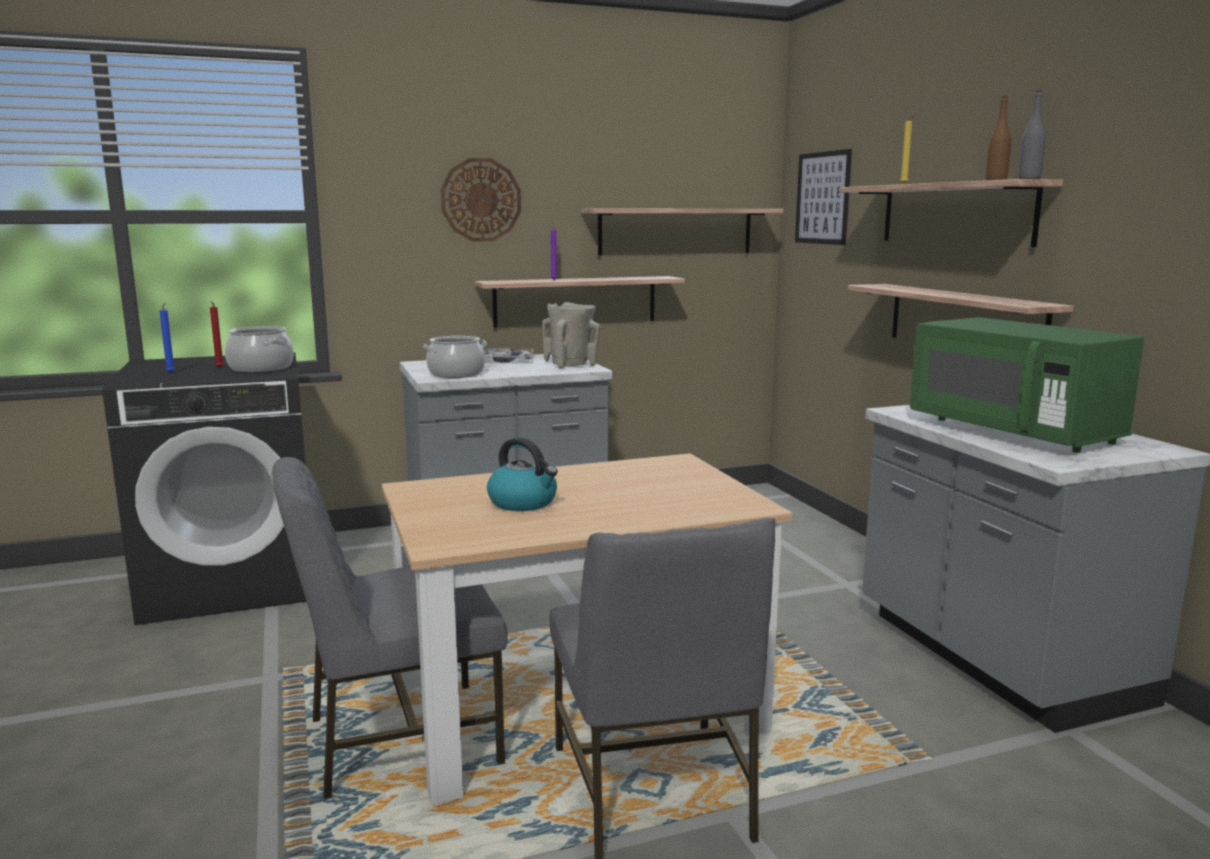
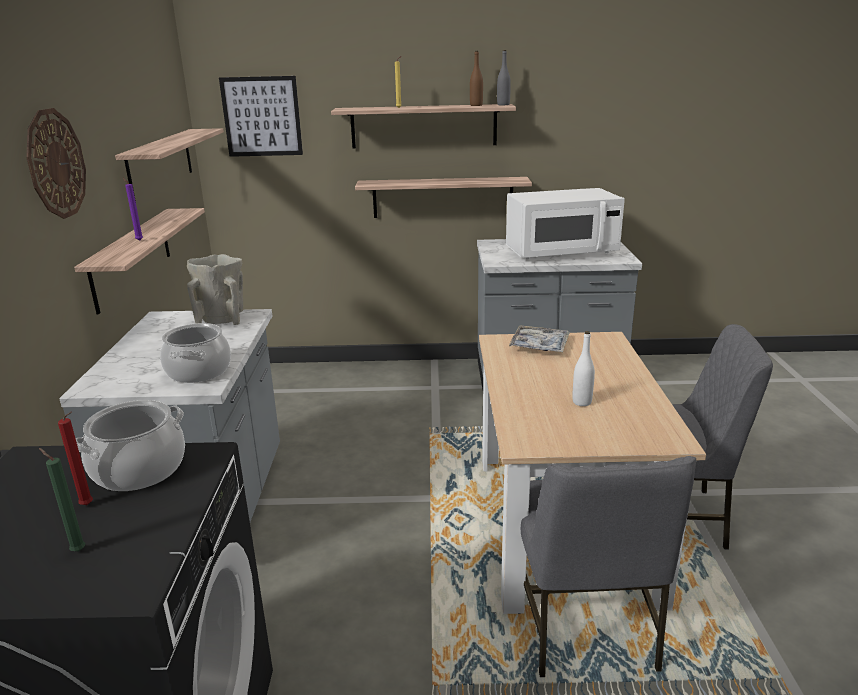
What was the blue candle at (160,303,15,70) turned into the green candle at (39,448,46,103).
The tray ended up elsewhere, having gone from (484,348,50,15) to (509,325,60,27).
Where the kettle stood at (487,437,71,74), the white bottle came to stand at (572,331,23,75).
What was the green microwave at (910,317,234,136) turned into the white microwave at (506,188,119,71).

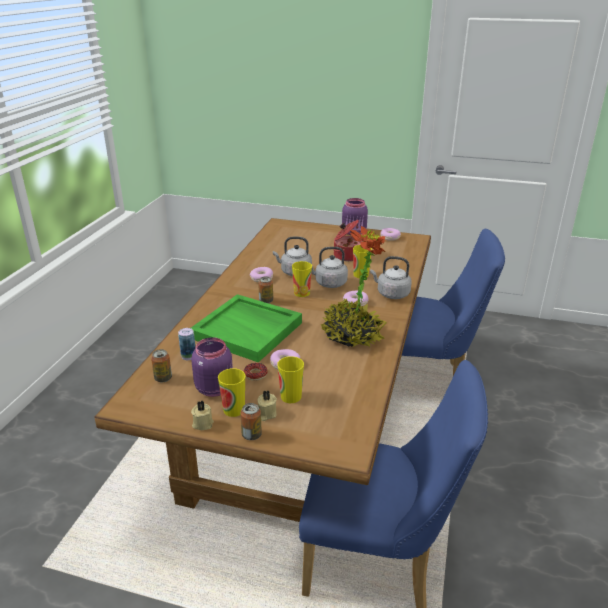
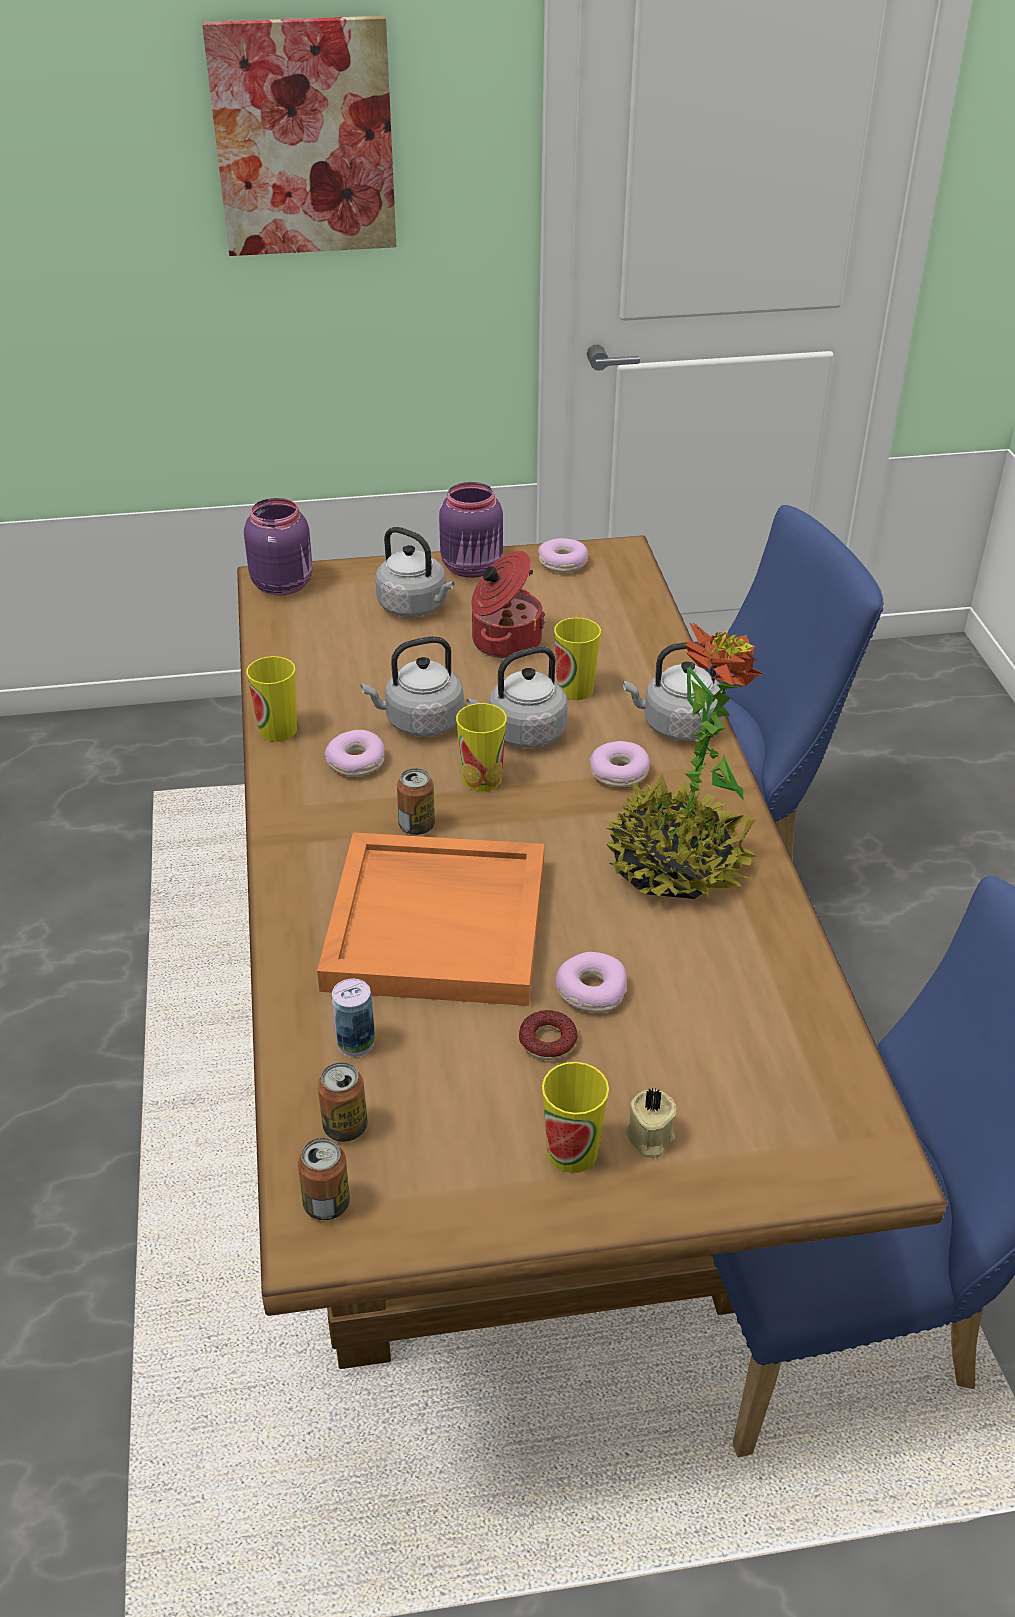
What was the green tray at (191,294,111,68) turned into the orange tray at (317,832,227,174).
The purple jar ended up elsewhere, having gone from (191,337,42,60) to (244,498,69,97).
The second view lost the beige candle at (191,400,23,30).
The can ended up elsewhere, having gone from (240,403,22,37) to (298,1138,52,82).
The cup ended up elsewhere, having gone from (277,356,27,47) to (246,656,51,86).
The second view gained the picture at (202,16,194,240).
The second view gained the grey kettle at (375,527,80,90).

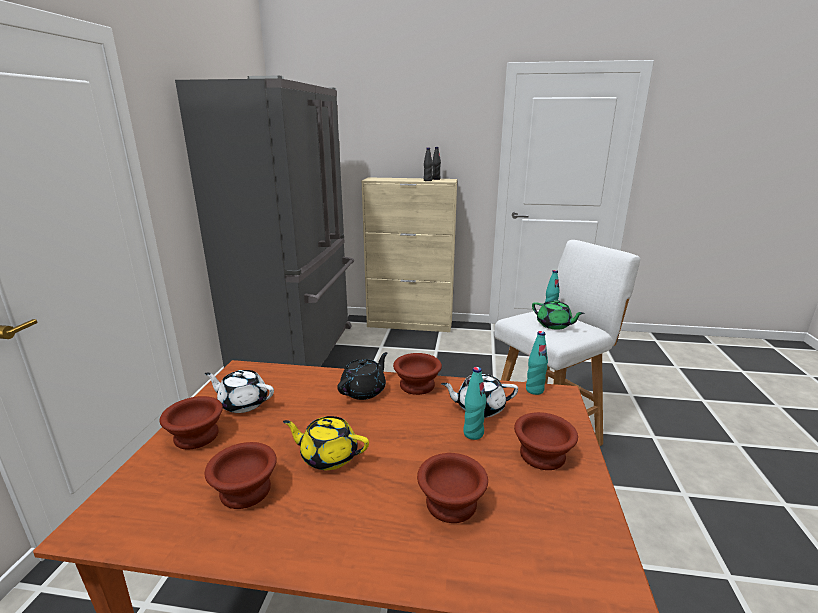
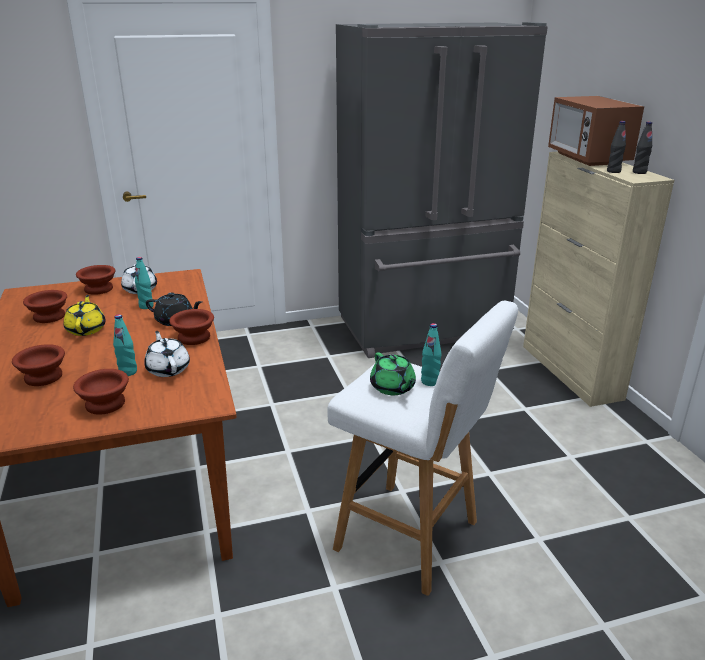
The turquoise bottle ended up elsewhere, having gone from (526,331,22,64) to (135,257,19,52).
The green teapot at (532,300,53,30) ended up facing another way, 45 degrees counterclockwise from before.
The second view gained the microwave at (548,96,96,70).

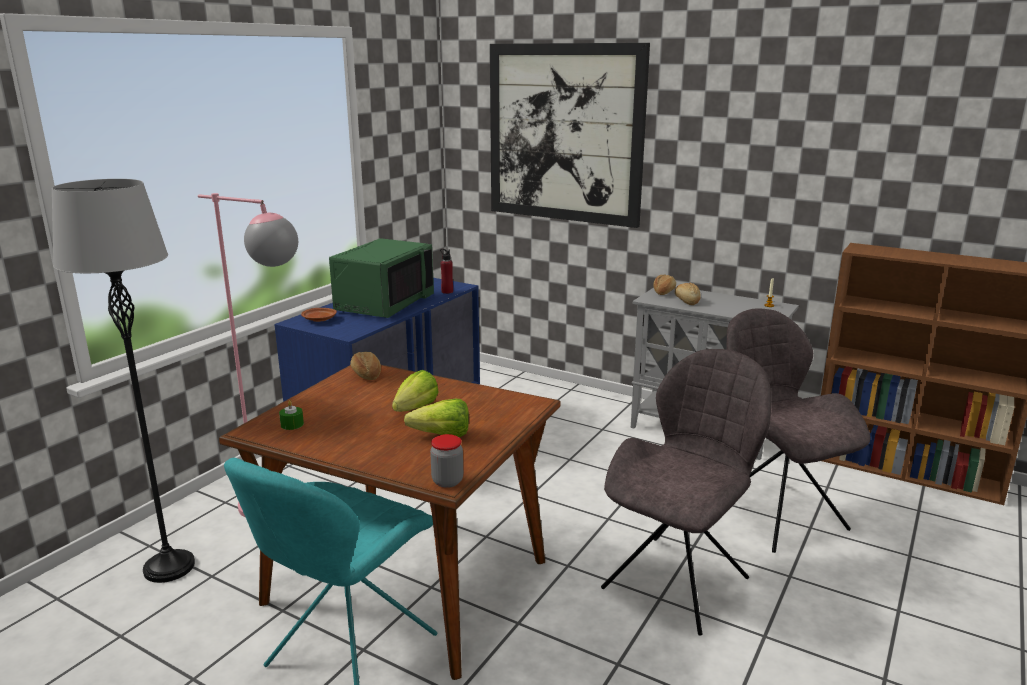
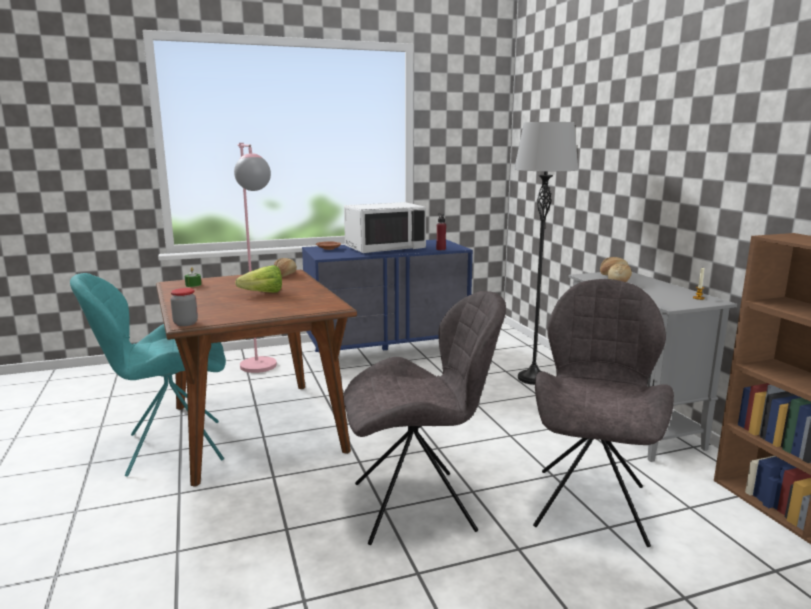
The grey floor lamp ended up elsewhere, having gone from (52,179,143,404) to (514,122,64,263).
What was the green microwave at (329,238,105,80) turned into the white microwave at (344,202,82,51).
The second view lost the lettuce at (404,399,65,38).
The second view lost the picture at (490,43,160,185).

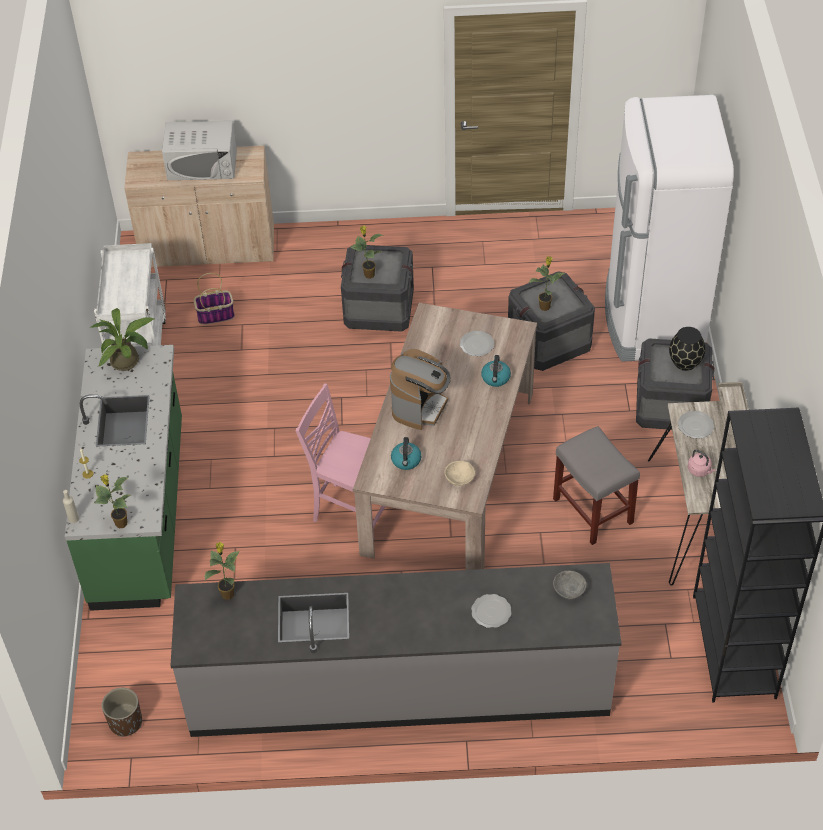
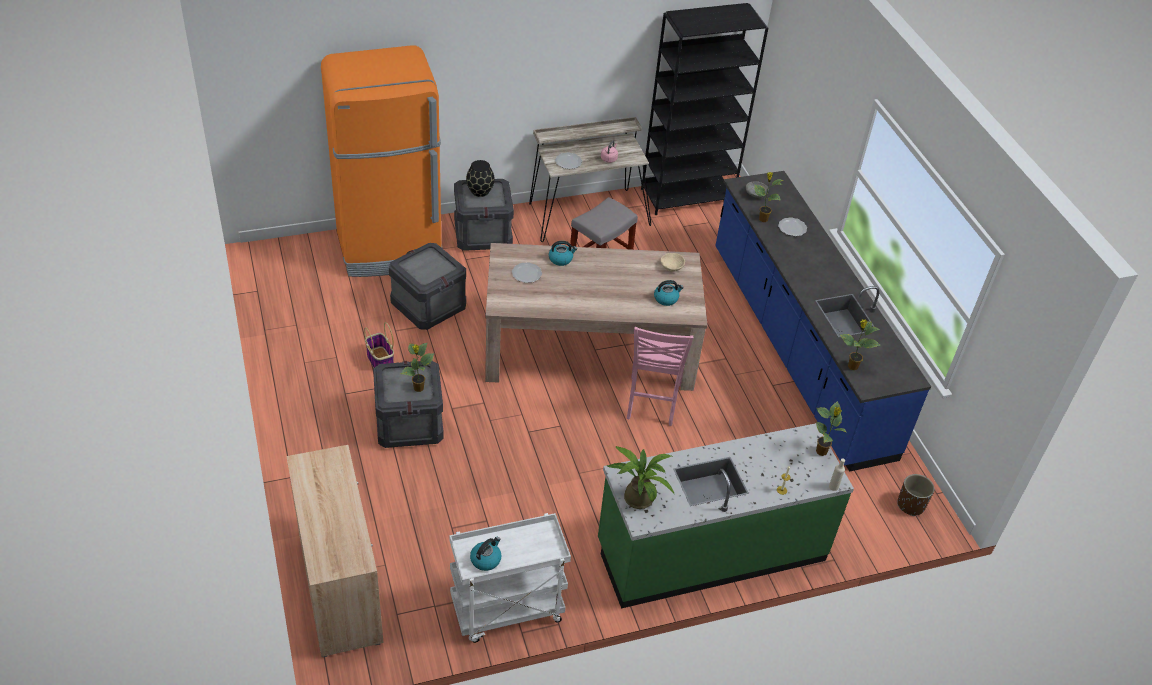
The second view lost the white microwave at (162,120,75,60).
What was the grey counter at (170,563,452,174) turned into the blue counter at (715,171,216,301).
The basket ended up elsewhere, having gone from (194,273,41,52) to (364,322,30,46).
The second view lost the coffee machine at (390,349,61,81).
The potted plant ended up elsewhere, having gone from (529,256,37,55) to (754,172,29,50).
What was the white fridge at (605,95,129,267) turned into the orange fridge at (321,45,122,232).
The second view gained the kettle at (470,537,32,34).

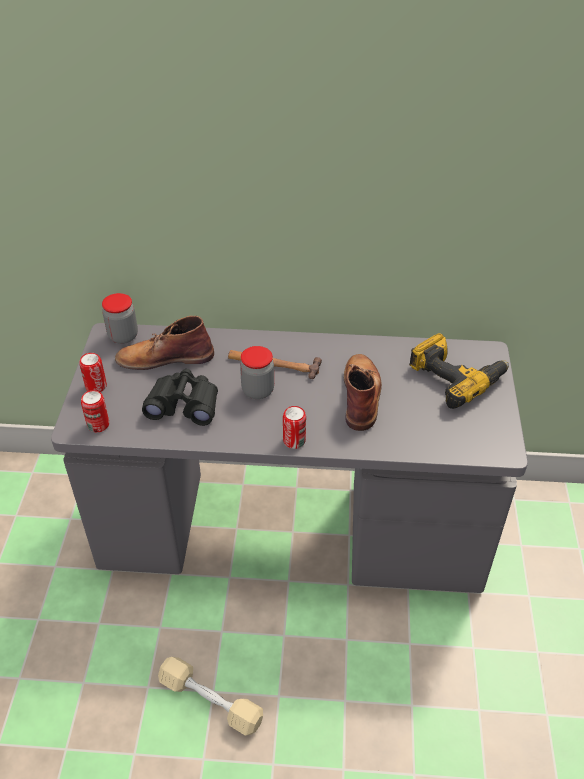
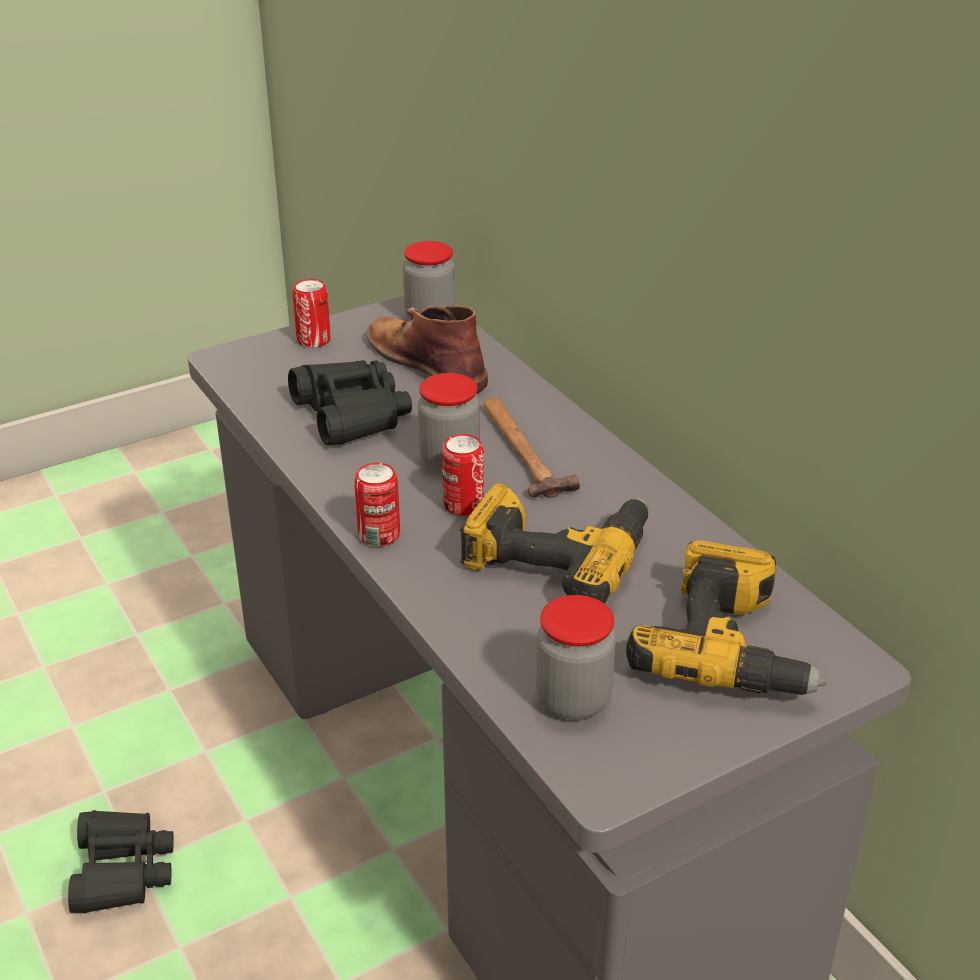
The can ended up elsewhere, having gone from (81,390,28,42) to (442,434,42,82).
Where the beige dumbbell stood at (158,657,105,78), the black binoculars came to stand at (68,810,106,103).
Where the brown boot stood at (344,354,38,77), the power drill came to stand at (460,483,188,120).
The second view gained the jar at (536,595,80,125).

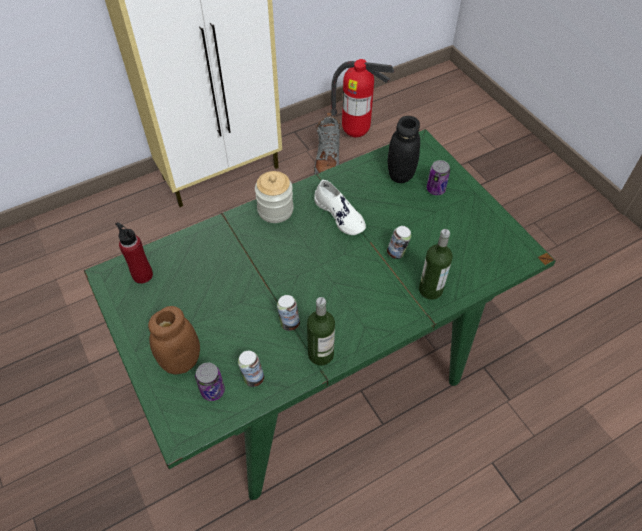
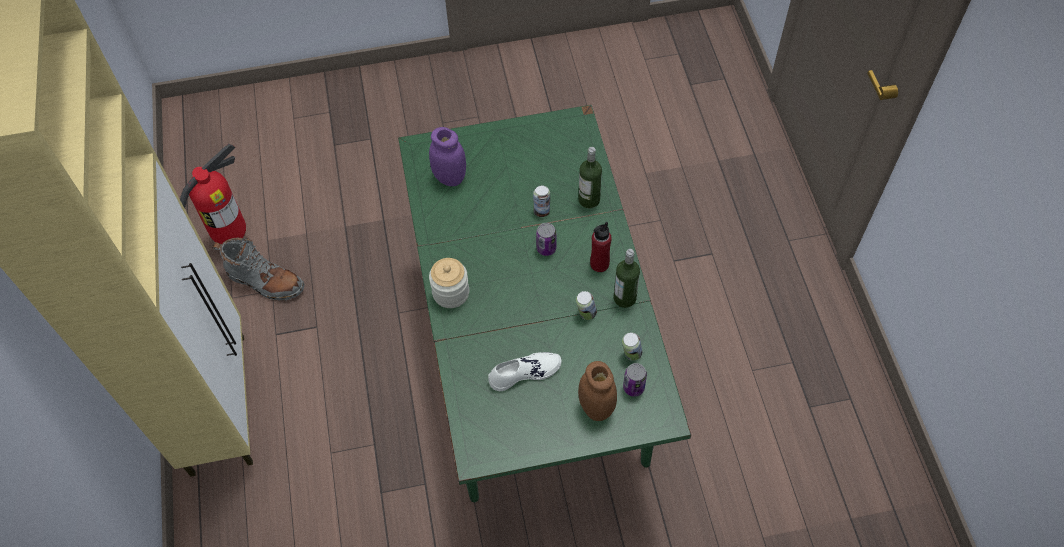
The red bottle ended up elsewhere, having gone from (115,222,38,62) to (590,222,22,50).
The white shoe ended up elsewhere, having gone from (314,180,52,55) to (488,352,73,39).
What was the black jar at (387,116,33,67) turned into the purple jar at (429,127,37,59).
The can ended up elsewhere, having gone from (427,160,23,35) to (536,223,20,33).

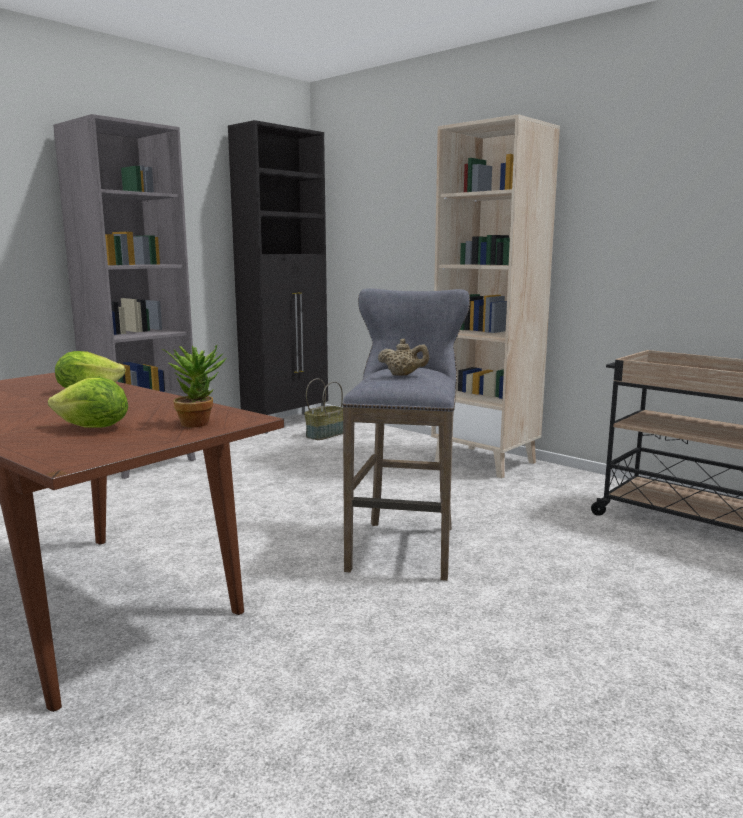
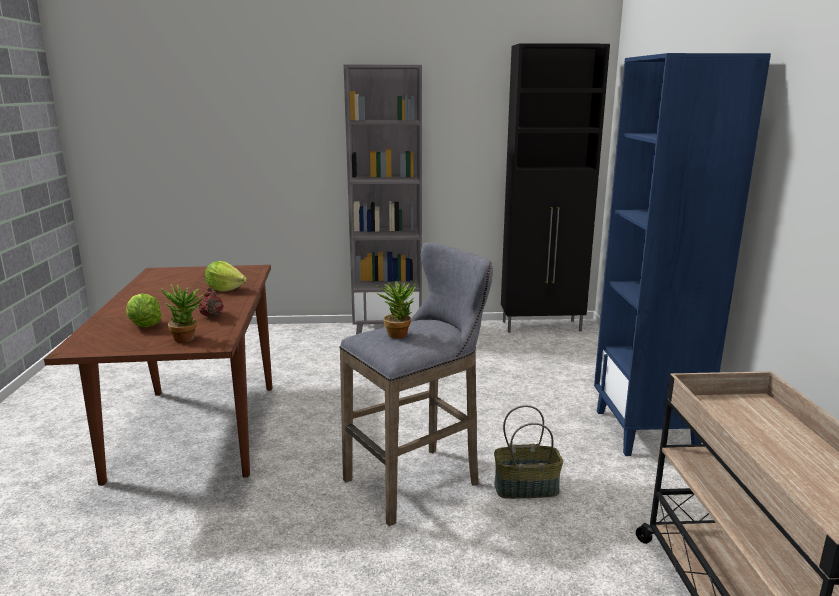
The basket ended up elsewhere, having gone from (304,378,39,62) to (494,405,69,94).
Where the beige teapot stood at (378,339,51,37), the potted plant came to stand at (376,280,40,59).
What was the beige bookcase at (431,114,129,364) turned into the blue bookcase at (594,53,177,403).
The second view gained the red teapot at (199,287,25,30).

